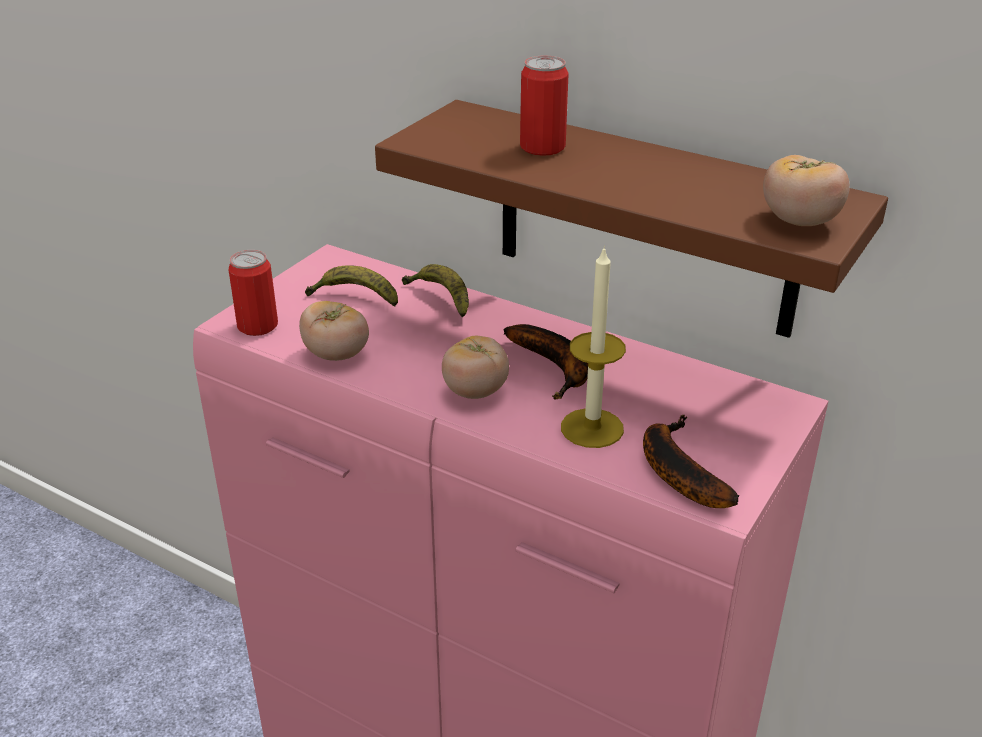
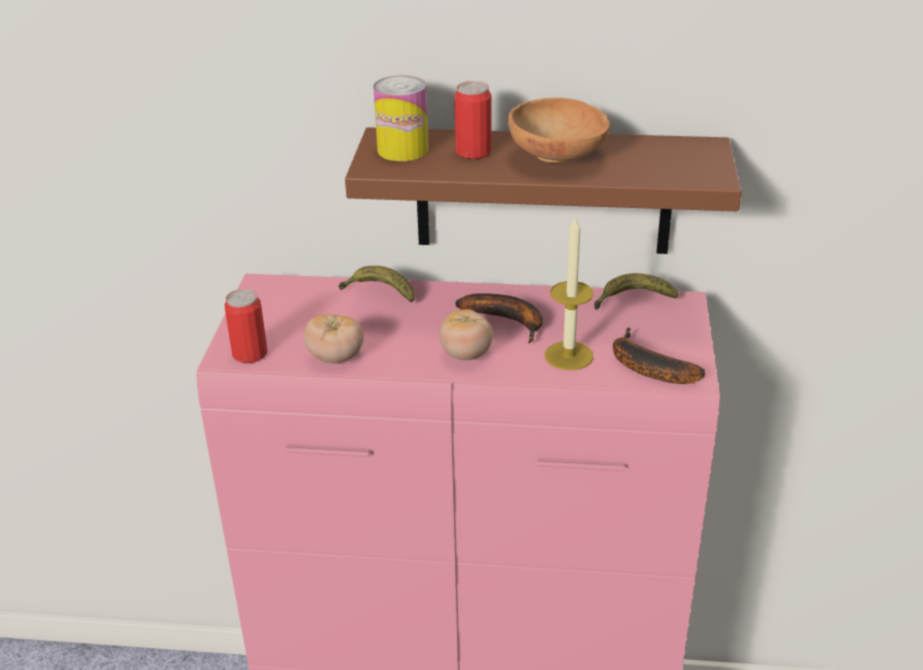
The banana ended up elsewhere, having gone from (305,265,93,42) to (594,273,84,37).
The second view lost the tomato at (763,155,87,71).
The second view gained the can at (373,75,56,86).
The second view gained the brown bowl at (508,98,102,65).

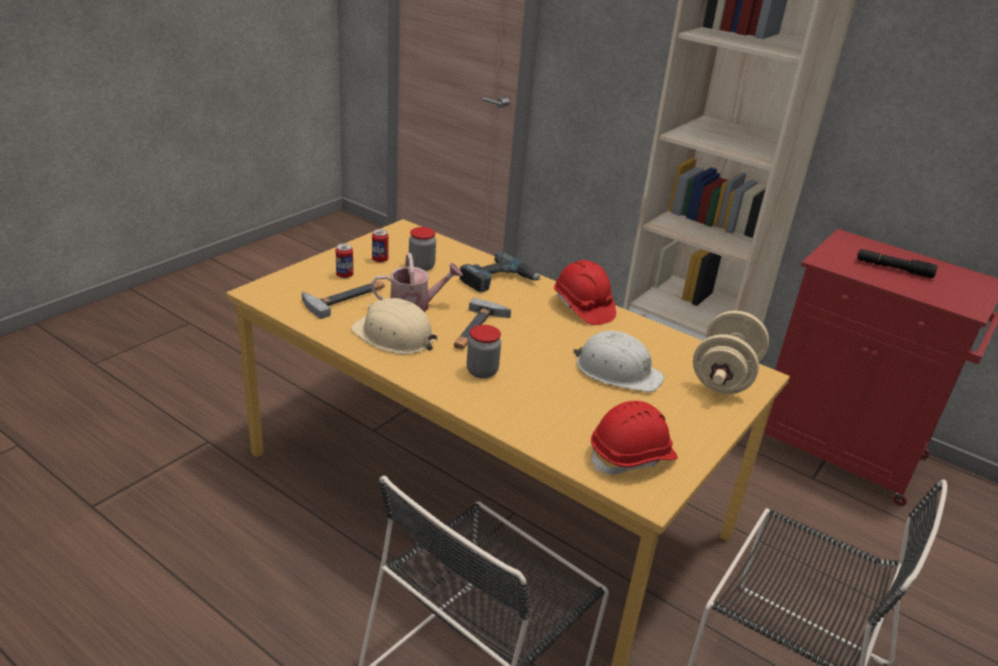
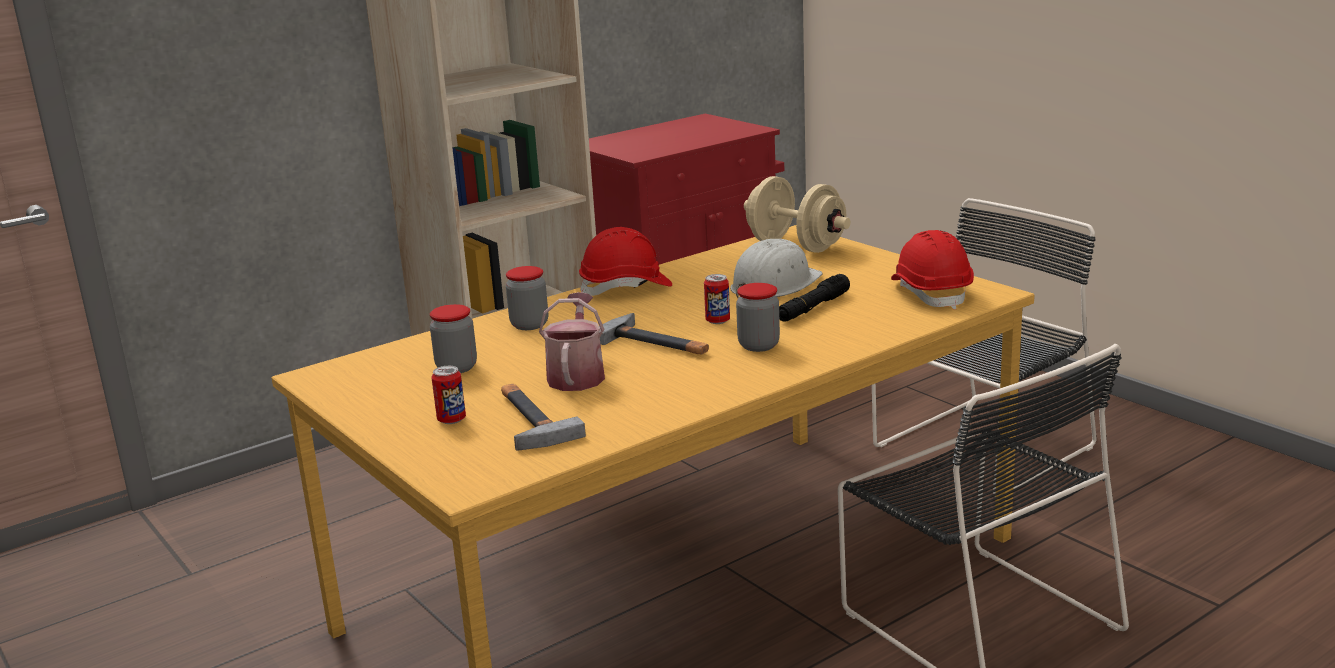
The second view lost the beige hard hat at (351,298,87,56).
The can ended up elsewhere, having gone from (372,229,17,34) to (704,274,26,50).
Where the power drill stood at (460,251,80,41), the jar came to stand at (506,266,42,64).
The black flashlight ended up elsewhere, having gone from (857,249,81,29) to (779,274,71,48).

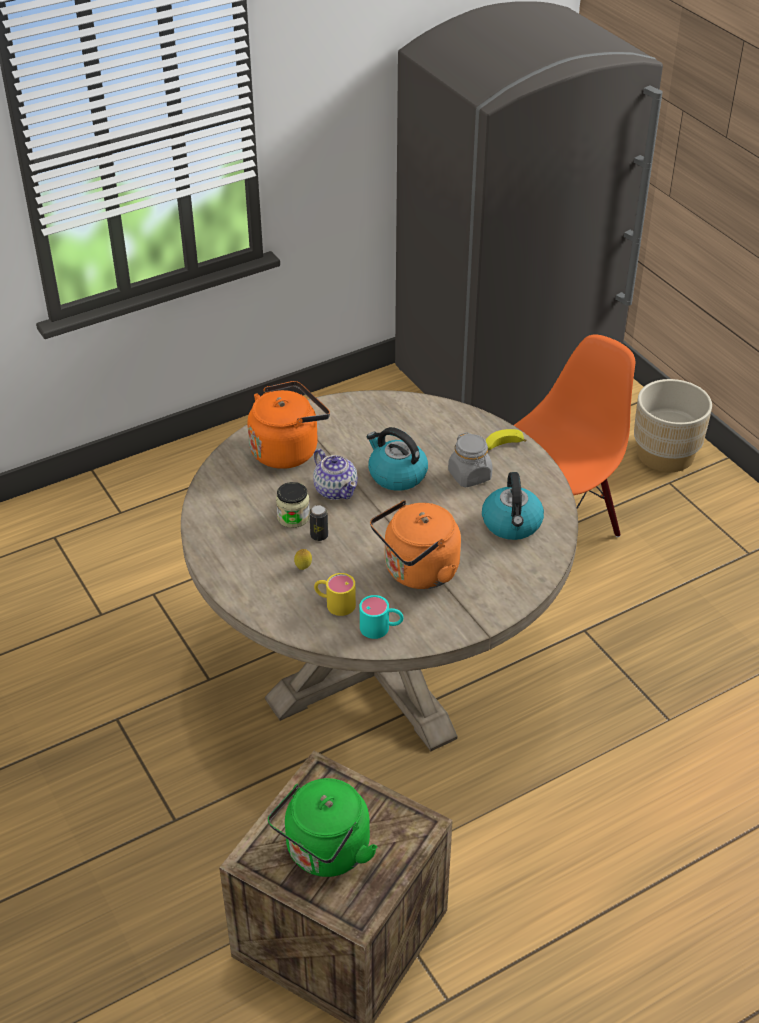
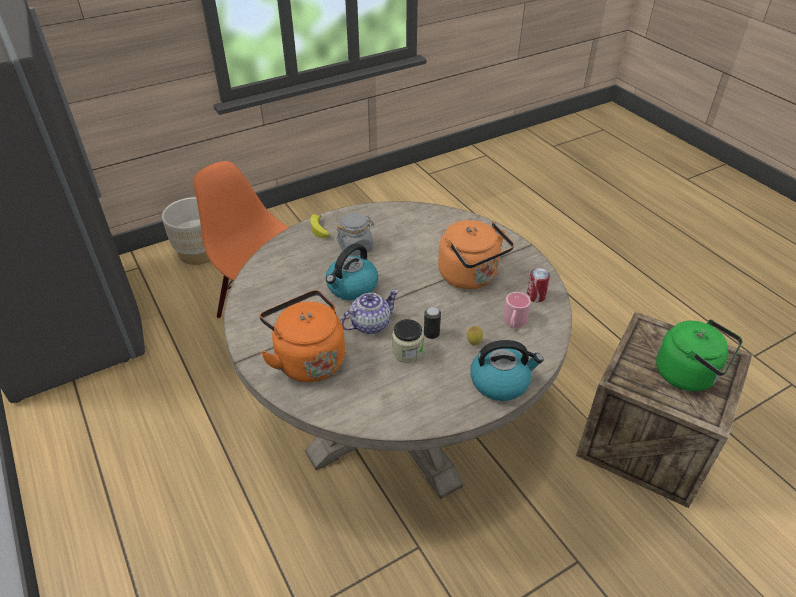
What was the yellow mug at (314,573,42,43) turned into the pink mug at (503,292,28,36).
Where the turquoise mug stood at (360,595,44,44), the can came to stand at (527,268,23,34).
The kettle ended up elsewhere, having gone from (482,472,62,68) to (470,340,73,61).

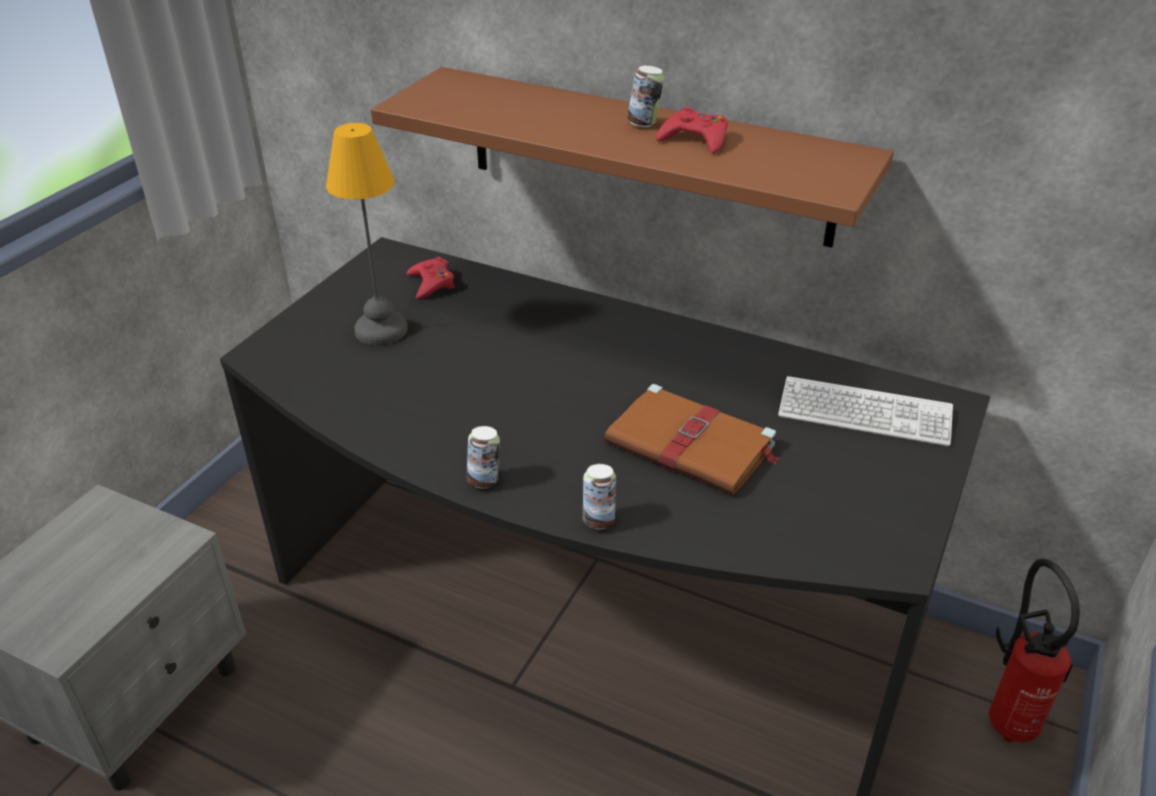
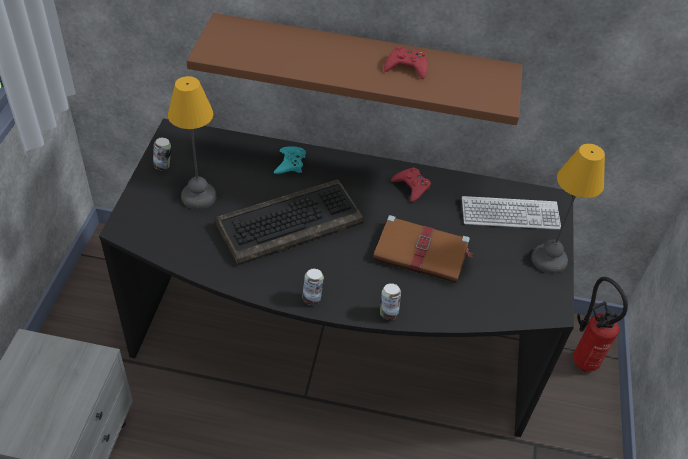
The red game controller ended up elsewhere, having gone from (407,257,48,42) to (391,167,40,35).
The can ended up elsewhere, having gone from (627,65,37,62) to (153,138,18,32).
The second view gained the keyboard at (215,179,149,86).
The second view gained the turquoise game controller at (274,146,32,28).
The second view gained the table lamp at (531,144,74,130).

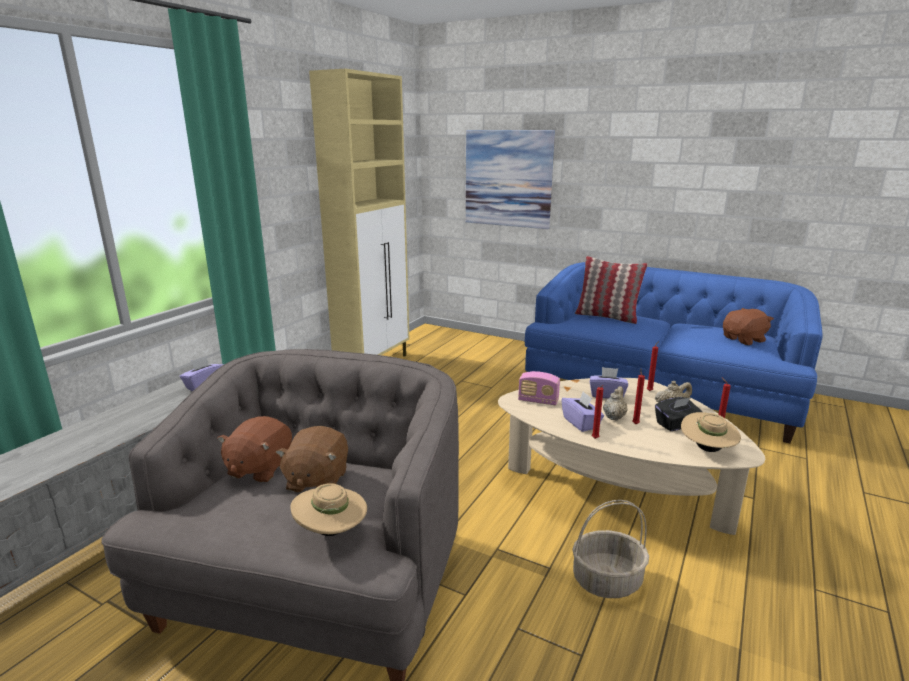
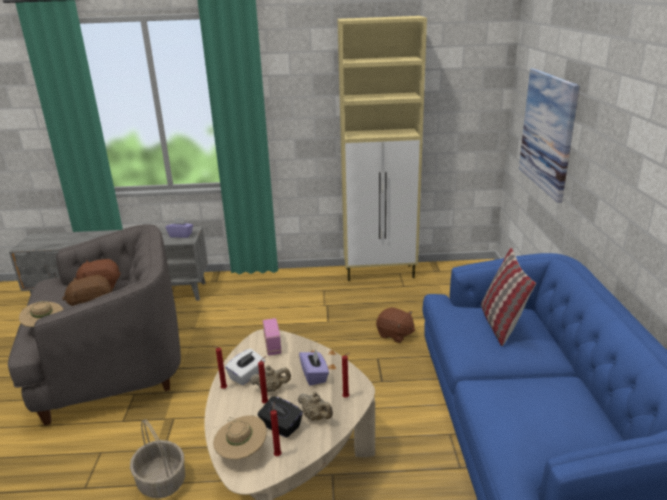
What was the purple tissue box at (561,392,43,40) turned into the white tissue box at (225,349,40,36).
The brown plush toy ended up elsewhere, having gone from (723,308,51,37) to (376,307,39,36).

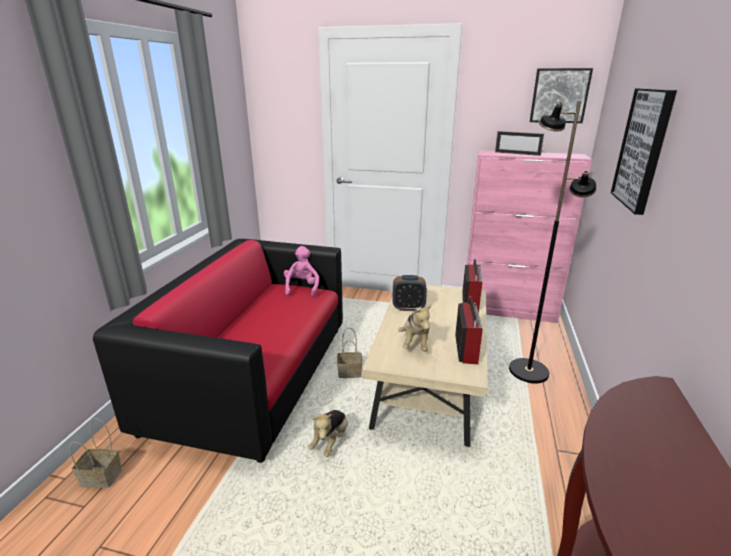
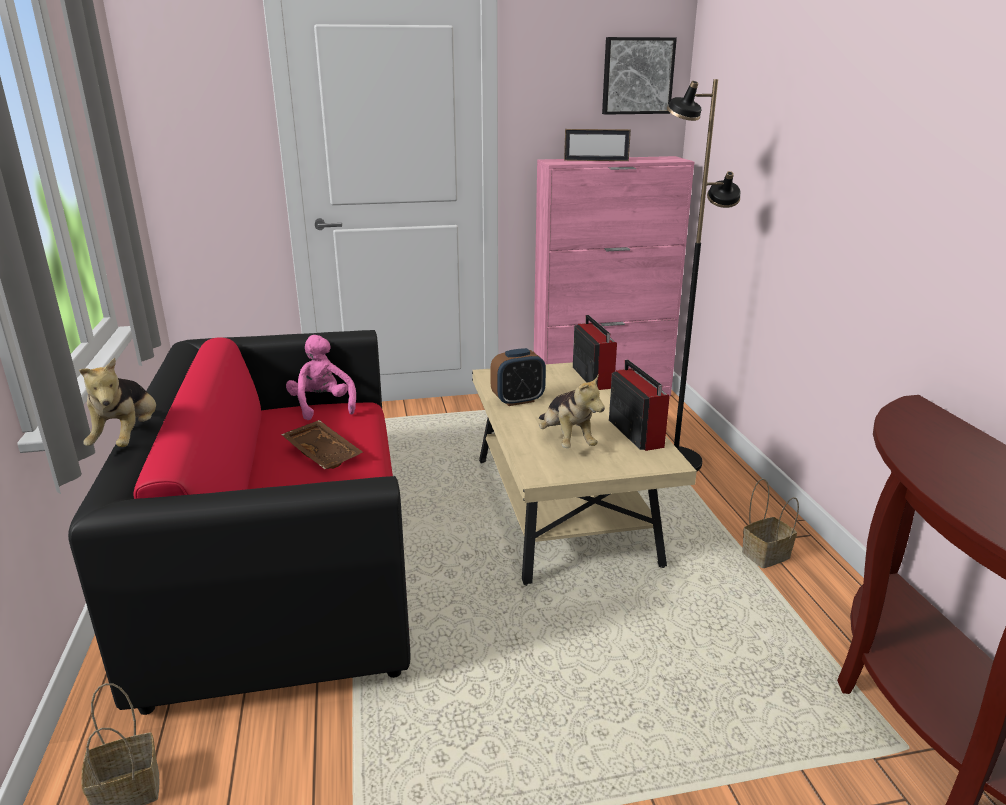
The plush toy ended up elsewhere, having gone from (308,410,40,47) to (79,358,77,89).
The basket ended up elsewhere, having gone from (337,328,25,50) to (742,478,57,90).
The second view lost the picture at (611,88,66,127).
The second view gained the brown tray at (281,420,82,49).

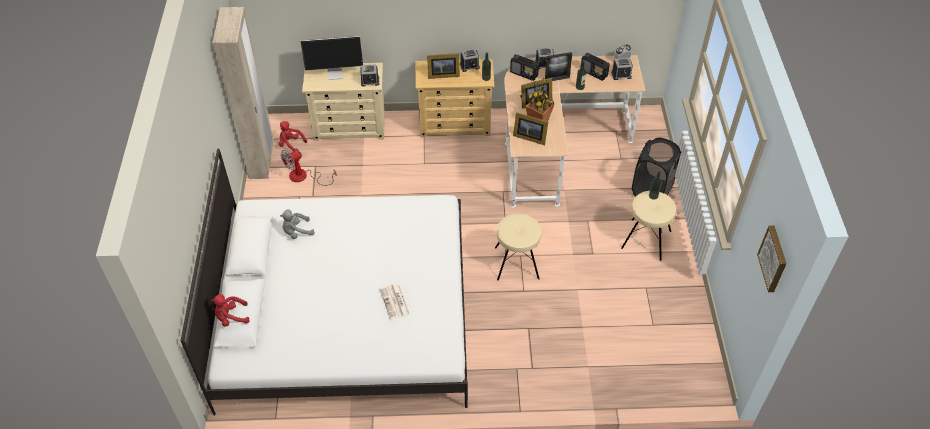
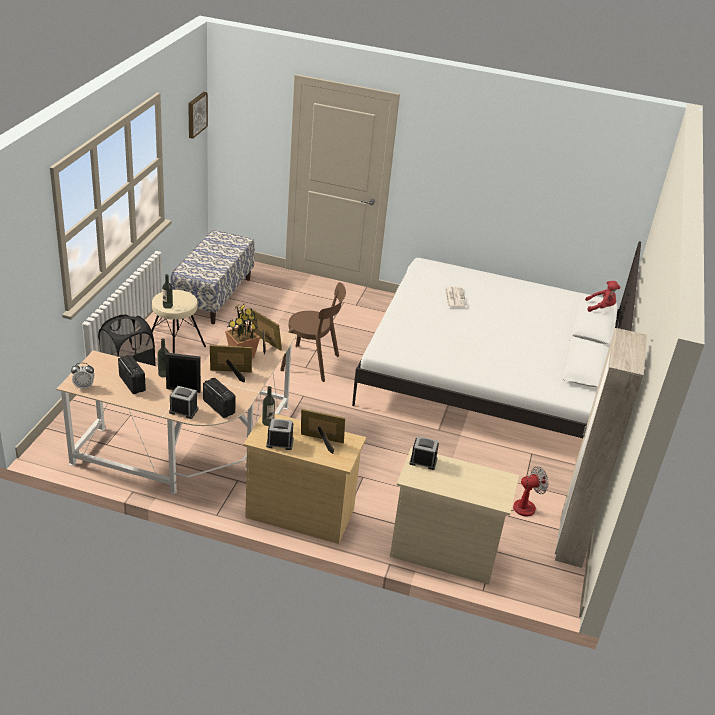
The second view lost the red plush toy at (279,121,28,31).
The second view lost the grey plush toy at (280,209,35,30).
The second view lost the monitor at (300,36,63,44).
Where the beige stool stood at (495,214,46,67), the brown chair came to stand at (280,282,66,100).
The second view lost the alarm clock at (611,58,22,22).
The second view gained the bench at (170,230,85,94).

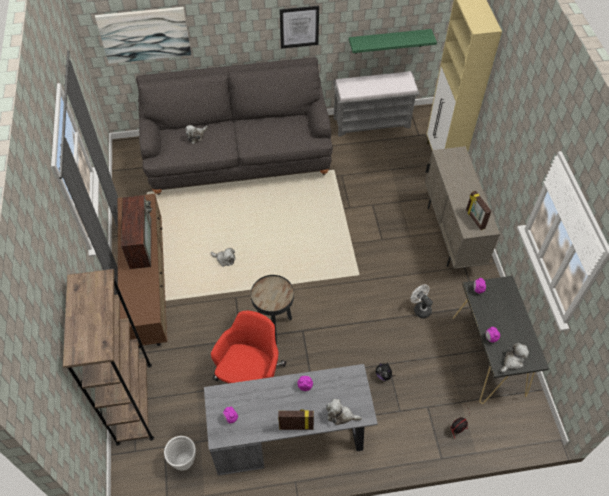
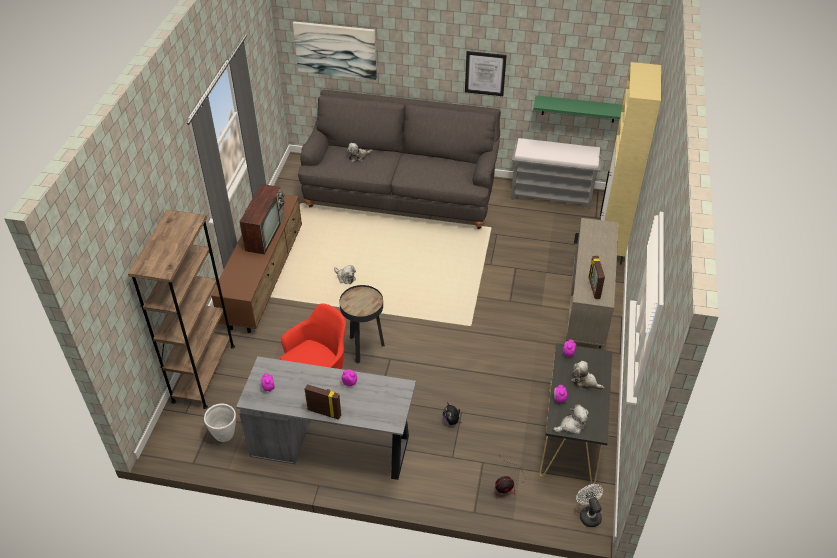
The plush toy ended up elsewhere, having gone from (326,399,36,26) to (572,361,33,29).
The white fan ended up elsewhere, having gone from (411,285,22,33) to (576,484,27,43).

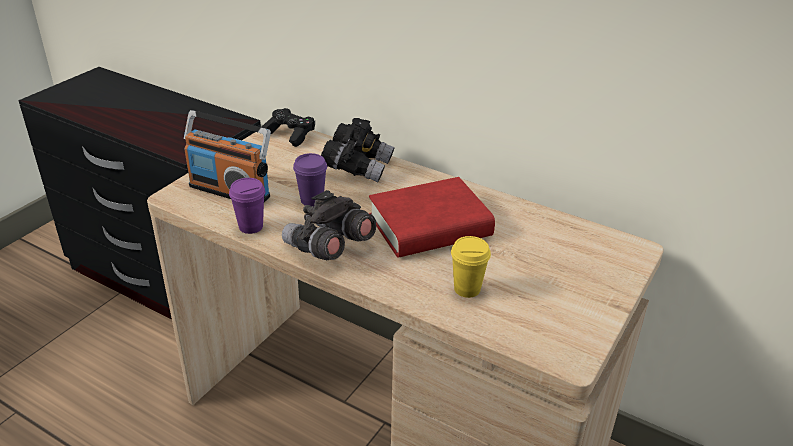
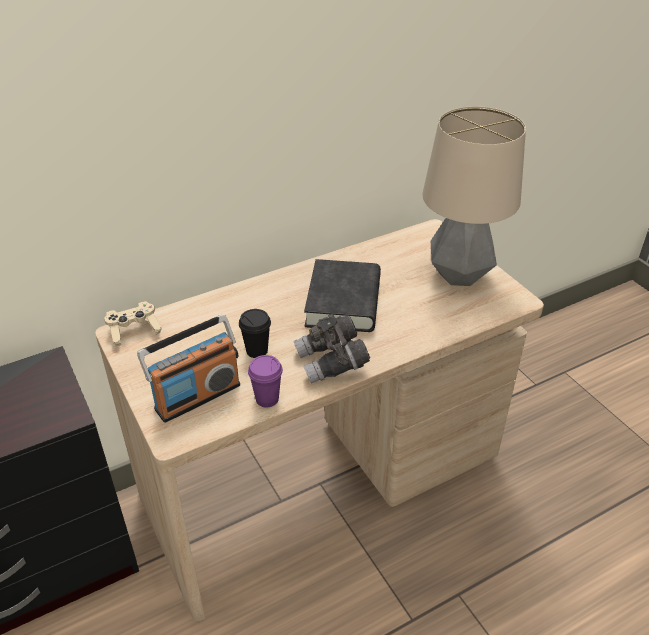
What was the black game controller at (262,108,53,39) turned into the beige game controller at (104,301,58,45).
What was the purple cup at (293,153,34,53) turned into the black cup at (239,309,32,49).
The second view lost the black binoculars at (321,118,74,64).
What was the red book at (369,177,126,81) turned into the black book at (304,259,77,73).
The second view lost the yellow cup at (451,236,40,62).
The second view gained the table lamp at (422,106,104,180).

